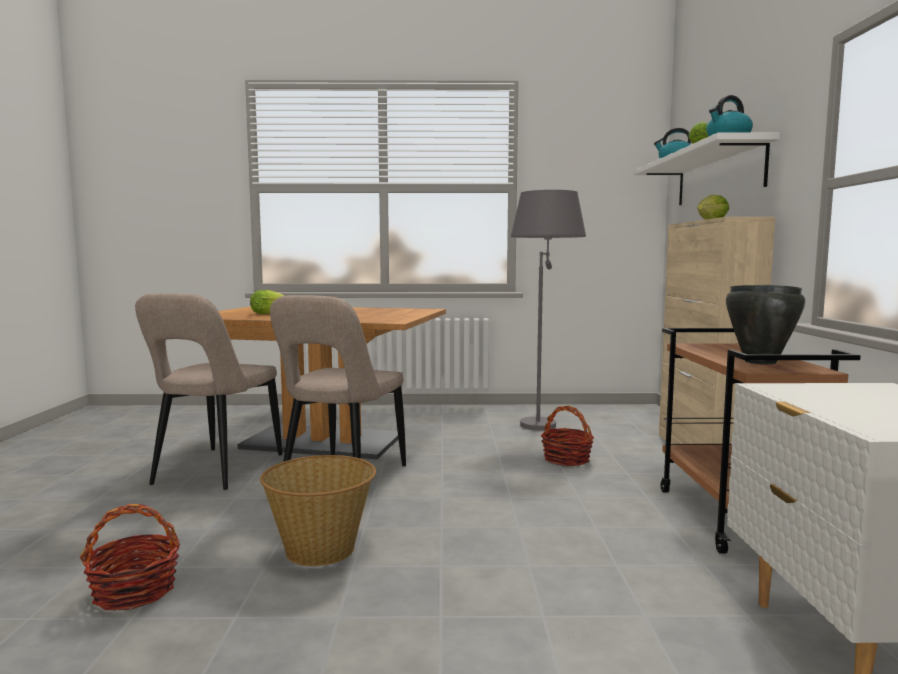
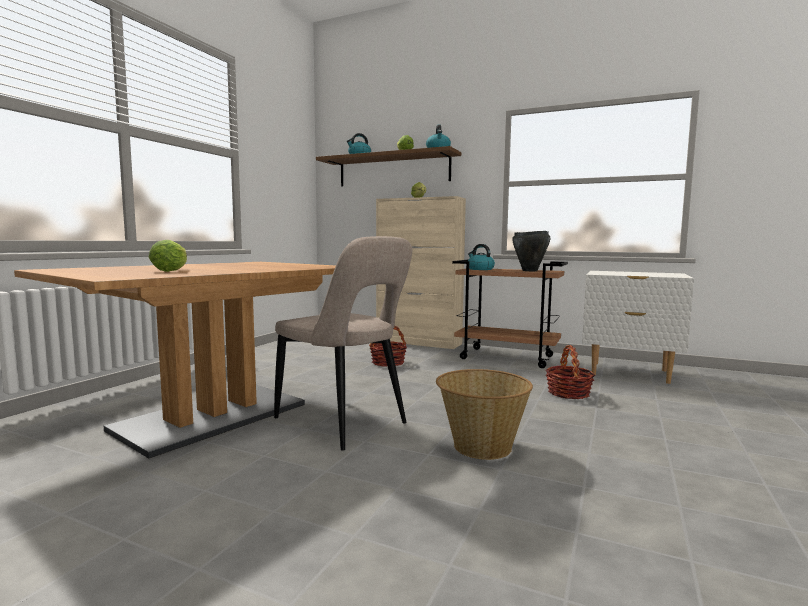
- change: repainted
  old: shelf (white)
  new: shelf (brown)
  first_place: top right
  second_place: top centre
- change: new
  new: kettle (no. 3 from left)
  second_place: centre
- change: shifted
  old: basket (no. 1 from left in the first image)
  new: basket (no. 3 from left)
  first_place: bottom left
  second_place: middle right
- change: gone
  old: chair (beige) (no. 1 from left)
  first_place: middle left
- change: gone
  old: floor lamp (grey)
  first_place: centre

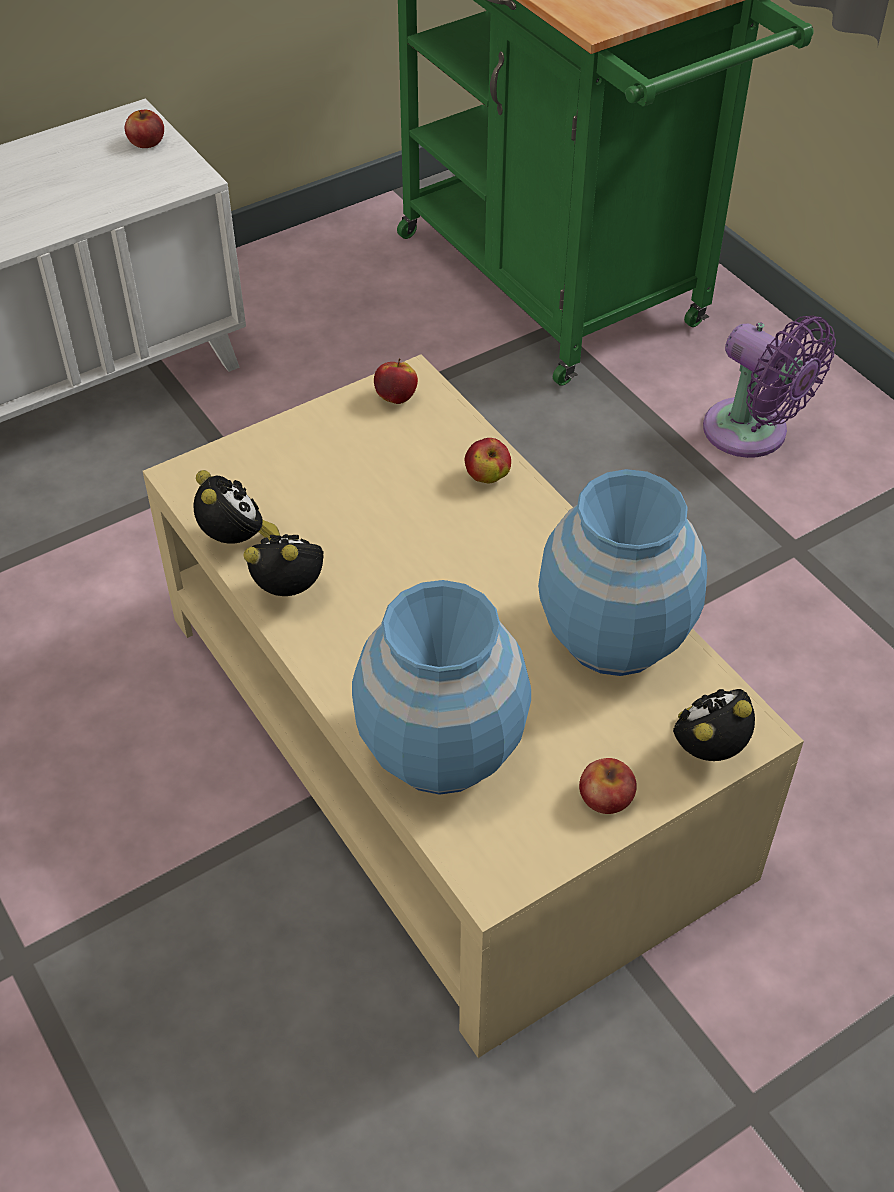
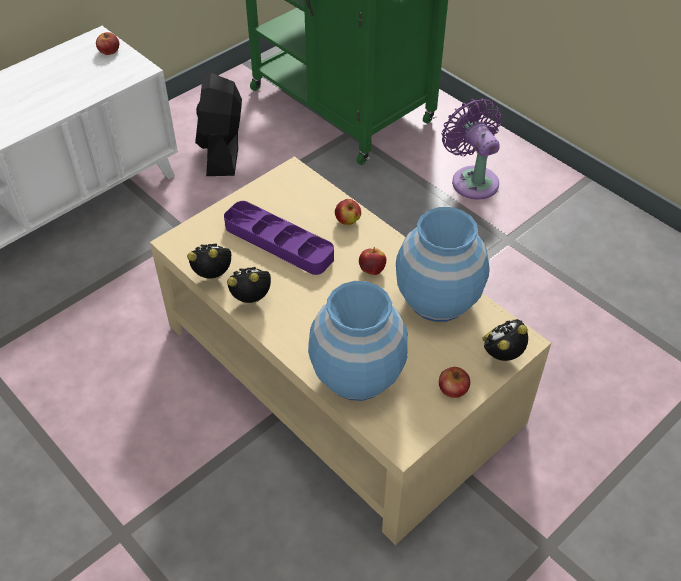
- change: rotated
  old: alarm clock (no. 1 from left)
  first_place: middle left
  second_place: middle left
  degrees: -60
- change: new
  new: fan (black)
  second_place: top left
- change: new
  new: tray (purple)
  second_place: centre
- change: shifted
  old: apple (no. 2 from left in the first image)
  new: apple (no. 3 from left)
  first_place: top centre
  second_place: centre
- change: rotated
  old: fan (purple)
  first_place: top right
  second_place: top right
  degrees: -150

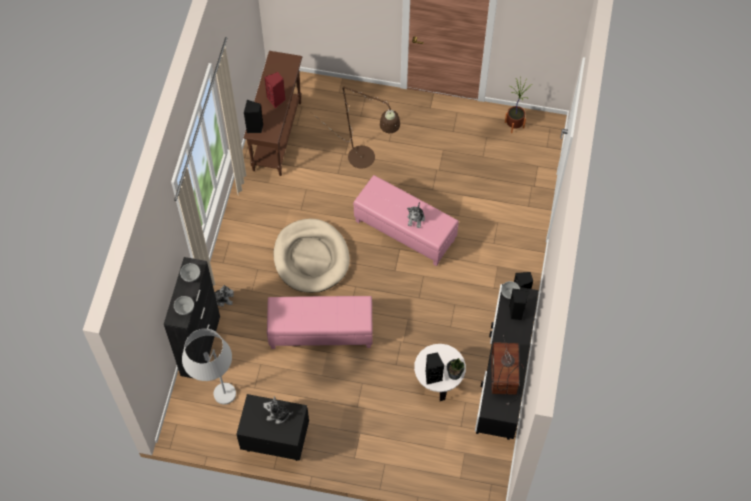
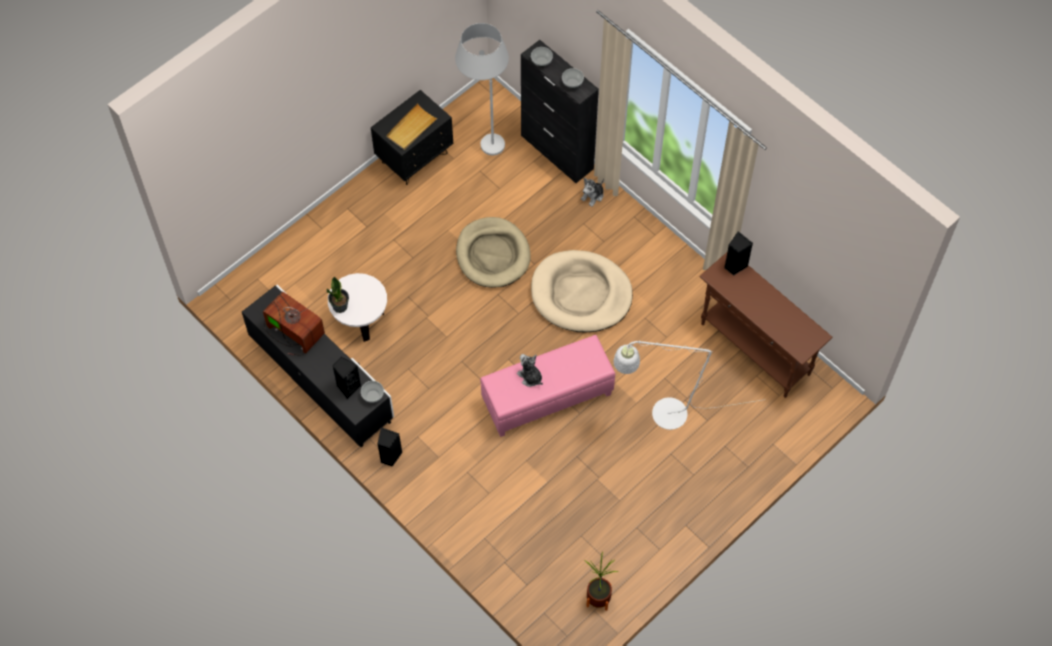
- change: swapped
  old: plush toy (no. 2 from left)
  new: tray (beige)
  first_place: bottom centre
  second_place: top centre
- change: swapped
  old: ottoman (pink) (no. 1 from left)
  new: dog bed (beige) (no. 1 from left)
  first_place: centre
  second_place: centre
- change: repainted
  old: floor lamp (brown)
  new: floor lamp (white) (no. 2 from left)
  first_place: top centre
  second_place: centre
- change: gone
  old: speaker (red)
  first_place: top centre
- change: gone
  old: speaker (black) (no. 2 from left)
  first_place: bottom centre

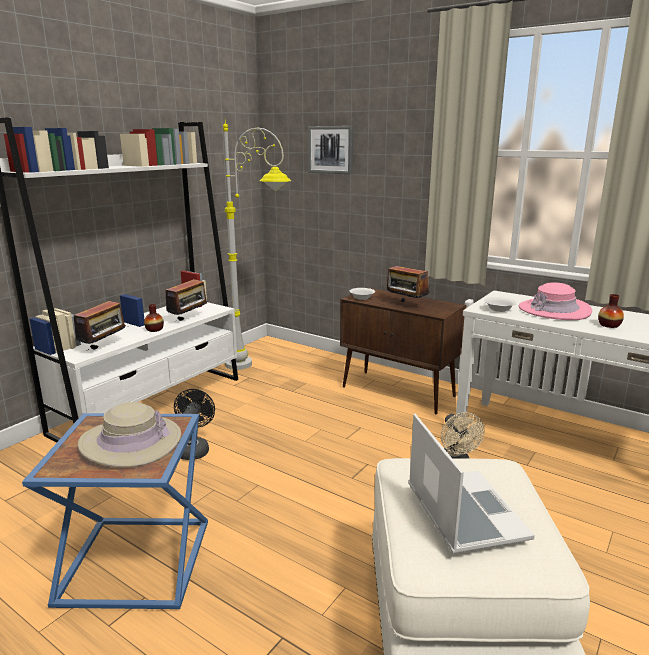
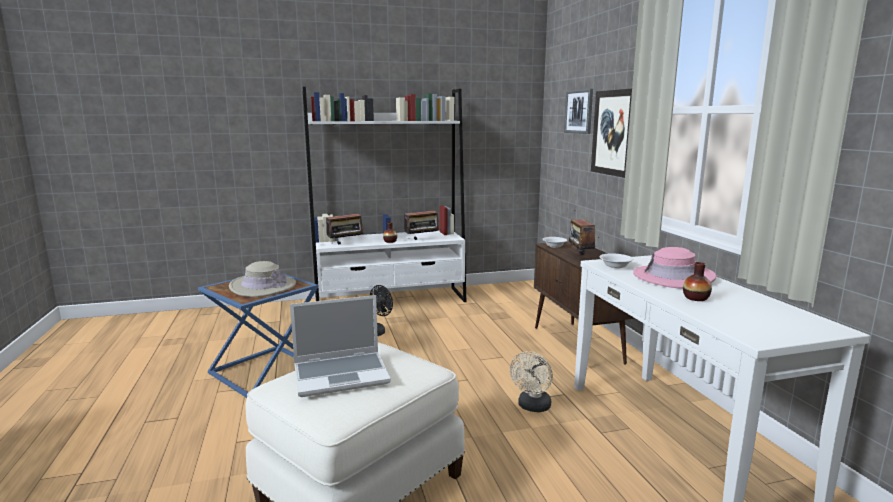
- change: rotated
  old: laptop
  first_place: bottom right
  second_place: bottom centre
  degrees: 45
- change: new
  new: picture (no. 2 from left)
  second_place: top right
- change: gone
  old: floor lamp (grey)
  first_place: centre

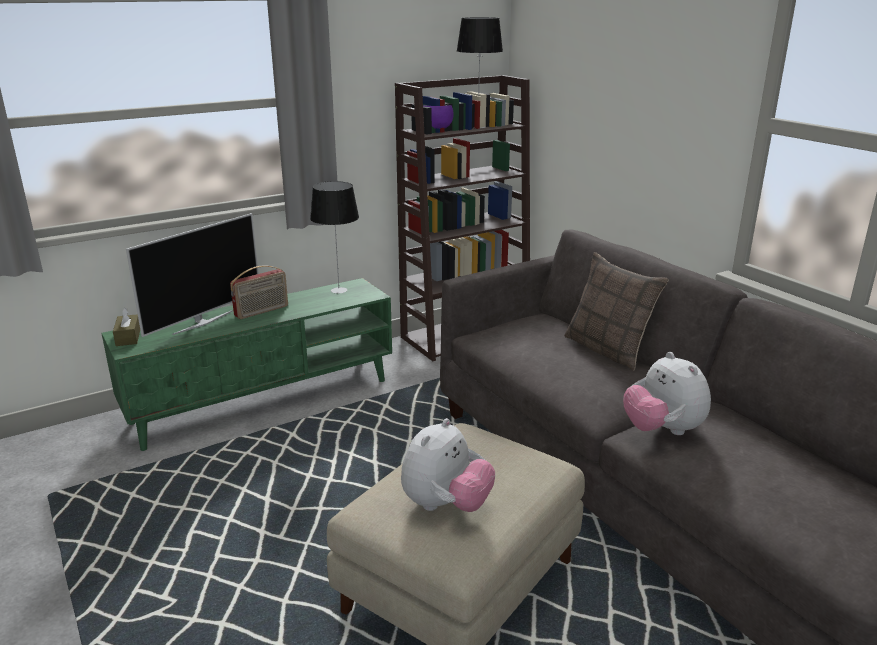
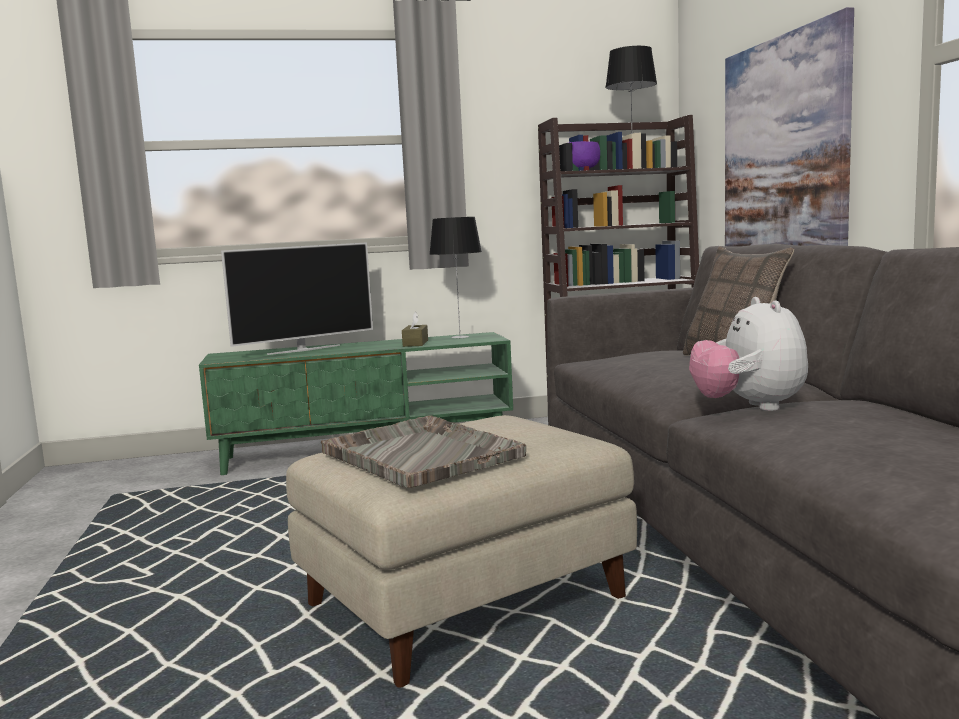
- change: swapped
  old: plush toy (no. 1 from left)
  new: tray (grey)
  first_place: bottom centre
  second_place: centre
- change: shifted
  old: tissue box (brown)
  first_place: middle left
  second_place: centre
- change: new
  new: picture
  second_place: top right
- change: gone
  old: radio
  first_place: middle left

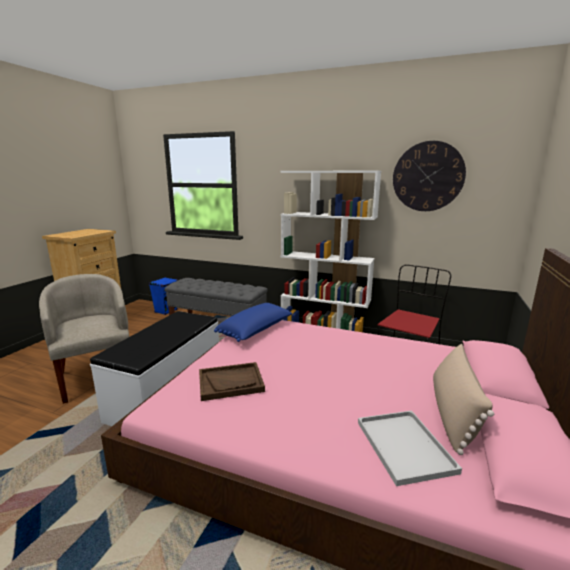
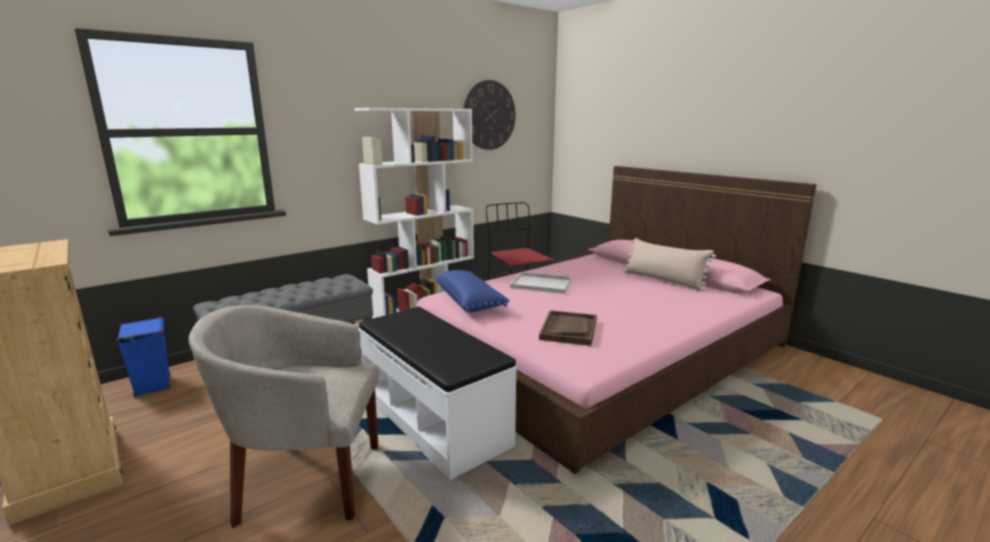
- change: shifted
  old: tray (white)
  first_place: bottom right
  second_place: centre

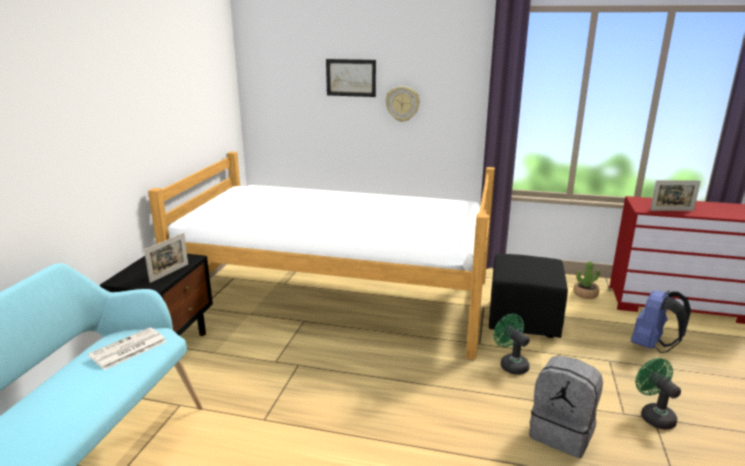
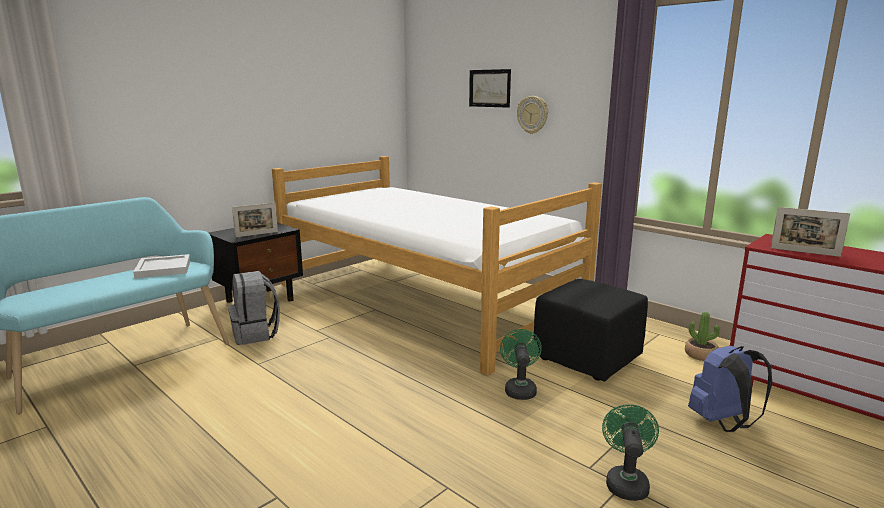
- change: swapped
  old: newspaper
  new: tray (white)
  first_place: bottom left
  second_place: middle left
- change: shifted
  old: backpack (grey)
  first_place: bottom right
  second_place: middle left

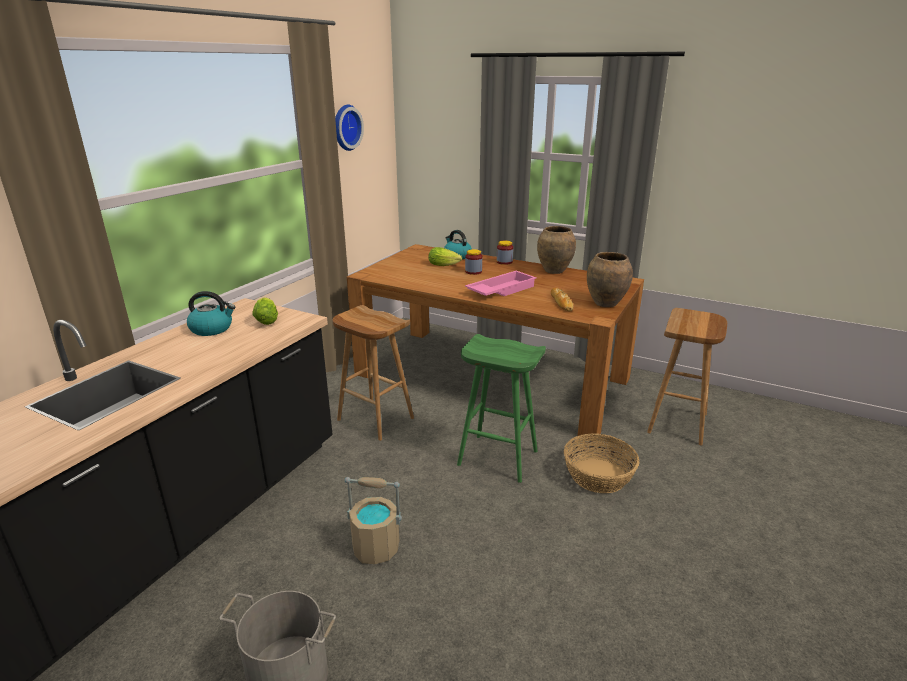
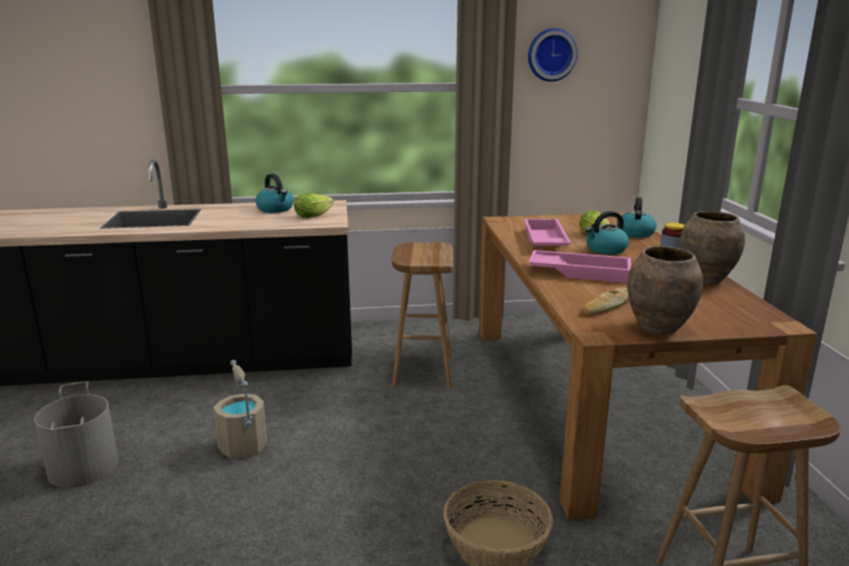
- change: new
  new: tray (pink) (no. 1 from left)
  second_place: centre
- change: swapped
  old: jar (no. 1 from left)
  new: kettle (no. 2 from left)
  first_place: centre
  second_place: middle right
- change: gone
  old: stool (green)
  first_place: centre

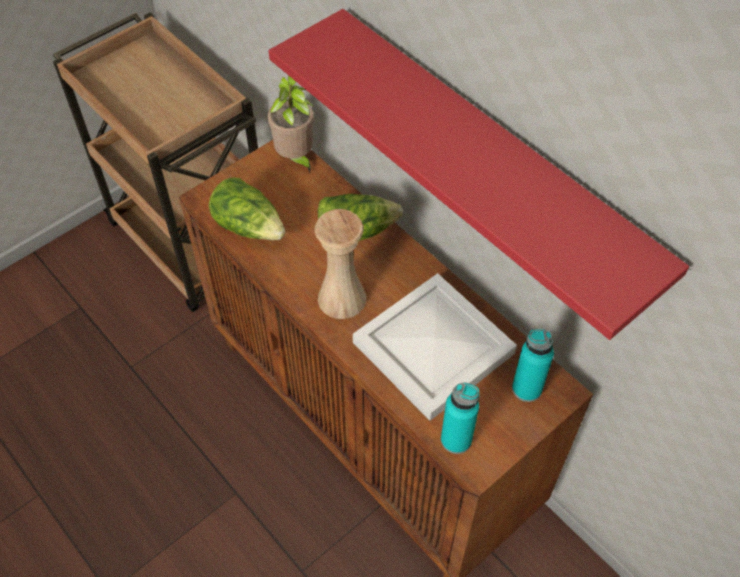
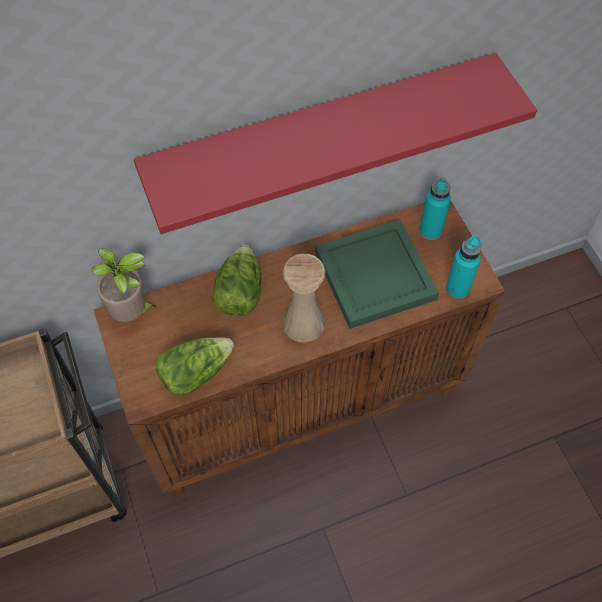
- change: repainted
  old: tray (white)
  new: tray (green)
  first_place: centre
  second_place: centre

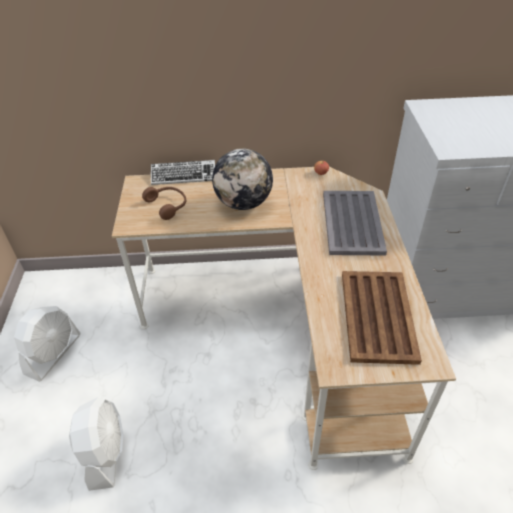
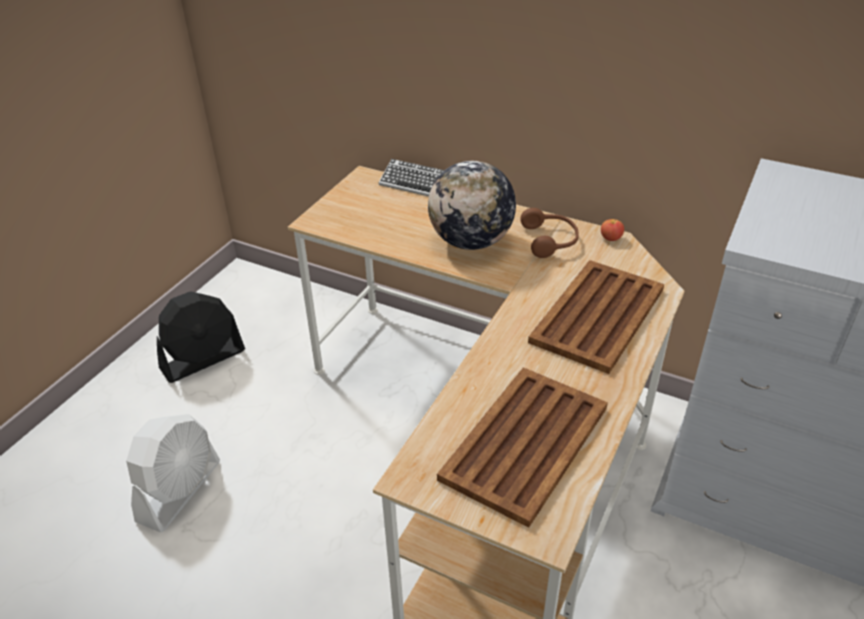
- change: repainted
  old: fan (white) (no. 1 from left)
  new: fan (black)
  first_place: bottom left
  second_place: middle left
- change: shifted
  old: headphones (brown)
  first_place: middle left
  second_place: centre
- change: repainted
  old: tray (grey)
  new: tray (brown) (no. 2 from left)
  first_place: middle right
  second_place: middle right

